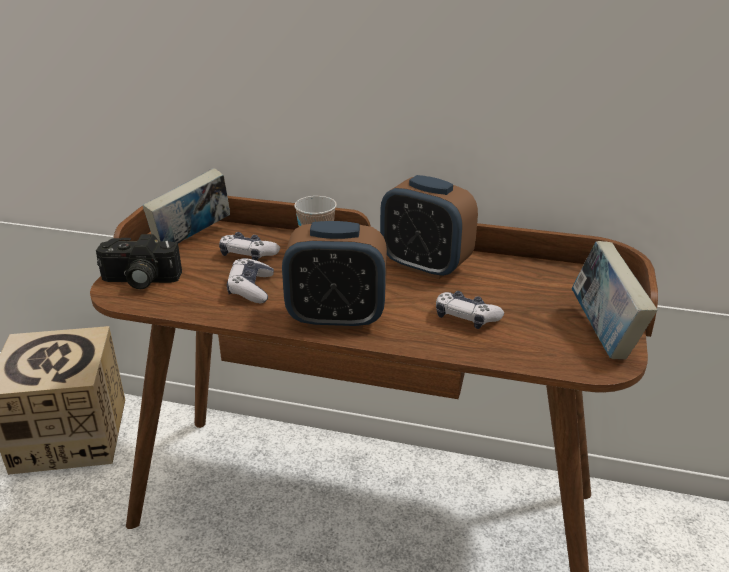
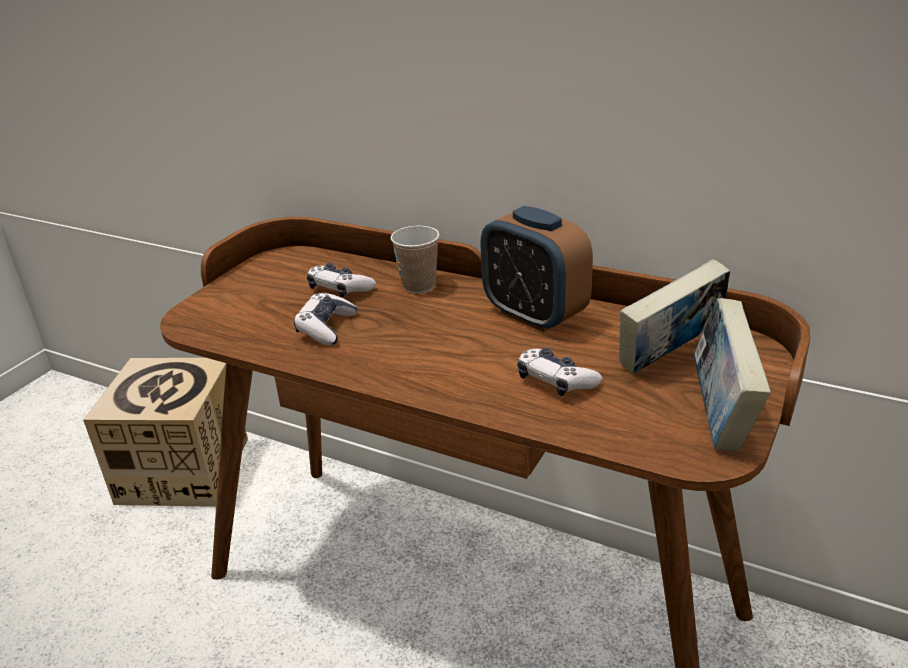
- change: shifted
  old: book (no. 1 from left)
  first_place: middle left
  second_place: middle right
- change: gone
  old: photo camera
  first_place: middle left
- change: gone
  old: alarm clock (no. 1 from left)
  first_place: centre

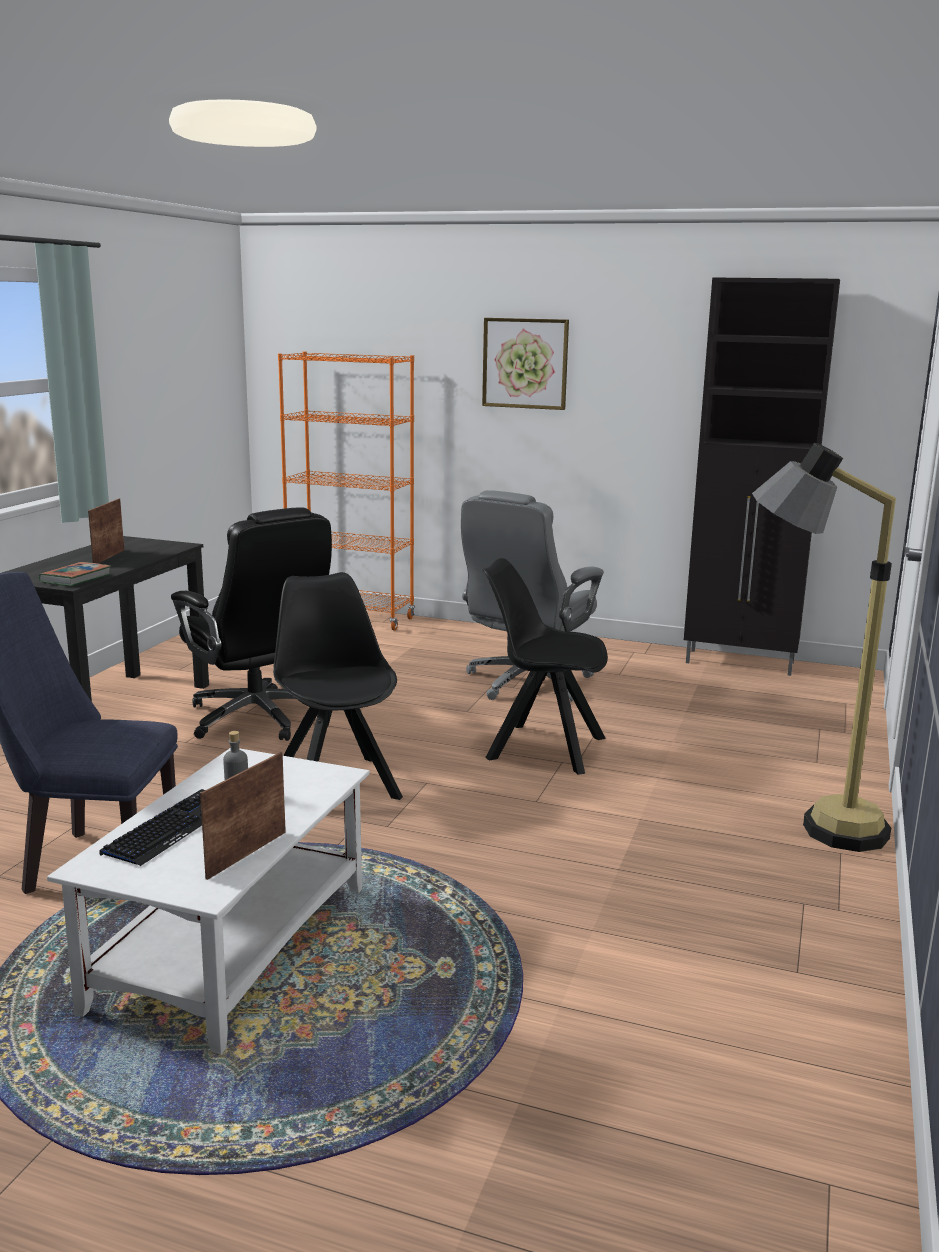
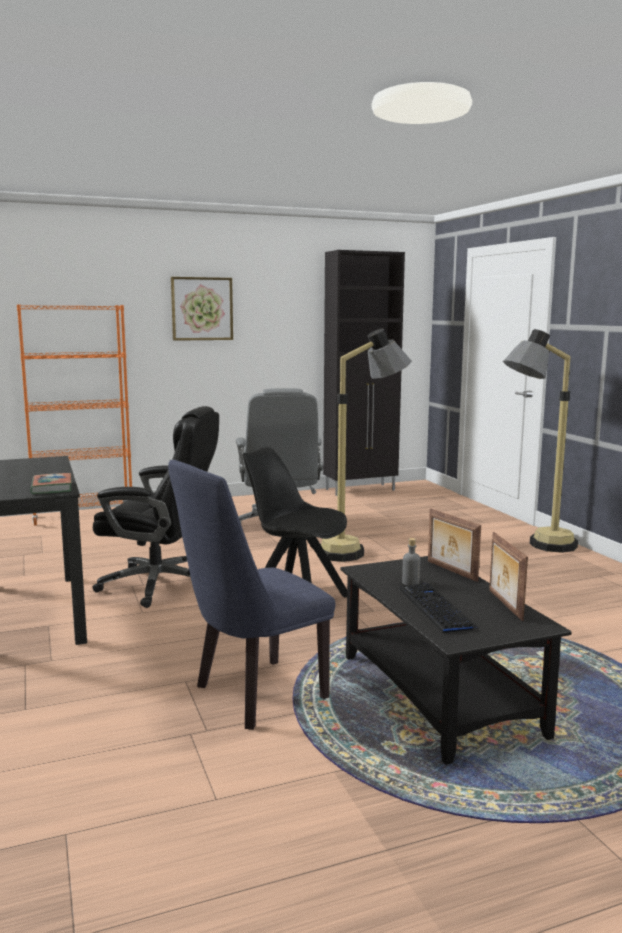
- change: swapped
  old: chair (black) (no. 2 from left)
  new: floor lamp (no. 1 from left)
  first_place: centre
  second_place: centre
- change: repainted
  old: coffee table (white)
  new: coffee table (black)
  first_place: bottom left
  second_place: bottom right
- change: shifted
  old: picture frame (no. 1 from left)
  first_place: middle left
  second_place: middle right

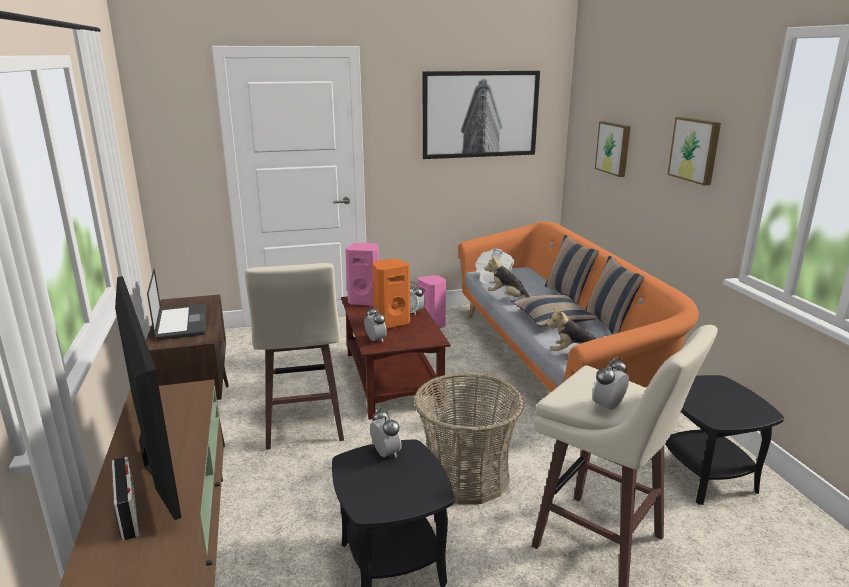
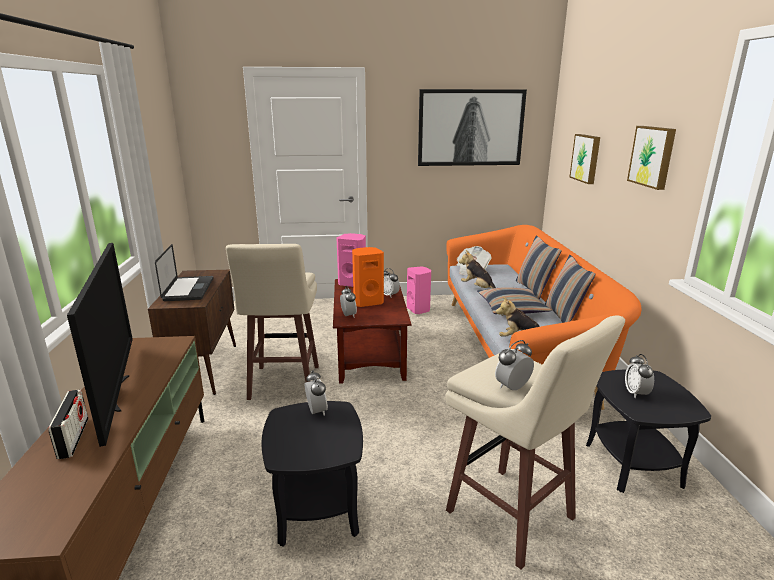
- change: new
  new: alarm clock (no. 5 from left)
  second_place: middle right
- change: gone
  old: basket
  first_place: bottom centre

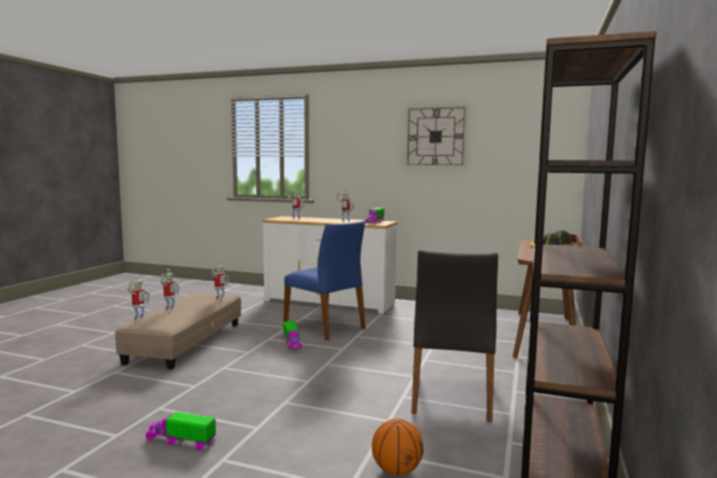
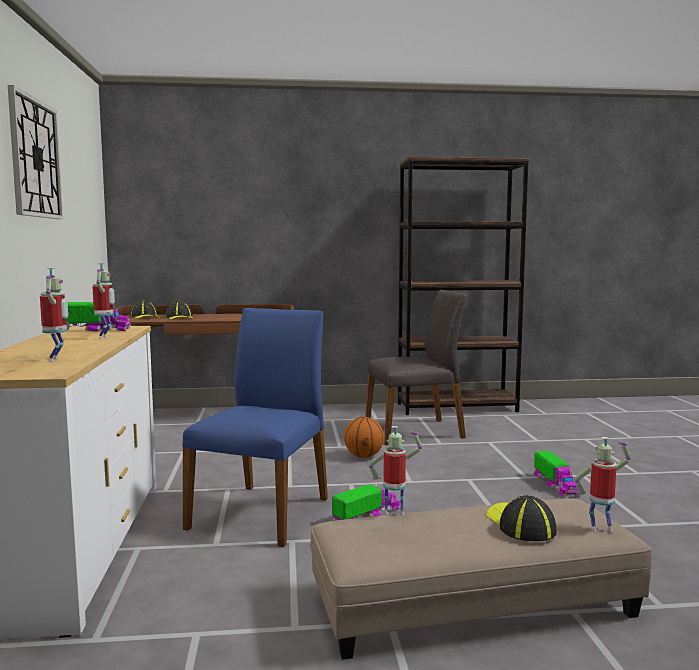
- change: shifted
  old: basketball
  first_place: bottom centre
  second_place: centre
- change: swapped
  old: toy robot (no. 2 from left)
  new: cap (no. 3 from left)
  first_place: middle left
  second_place: bottom right
- change: shifted
  old: toy truck (no. 1 from left in the first image)
  new: toy truck (no. 3 from left)
  first_place: bottom left
  second_place: bottom right

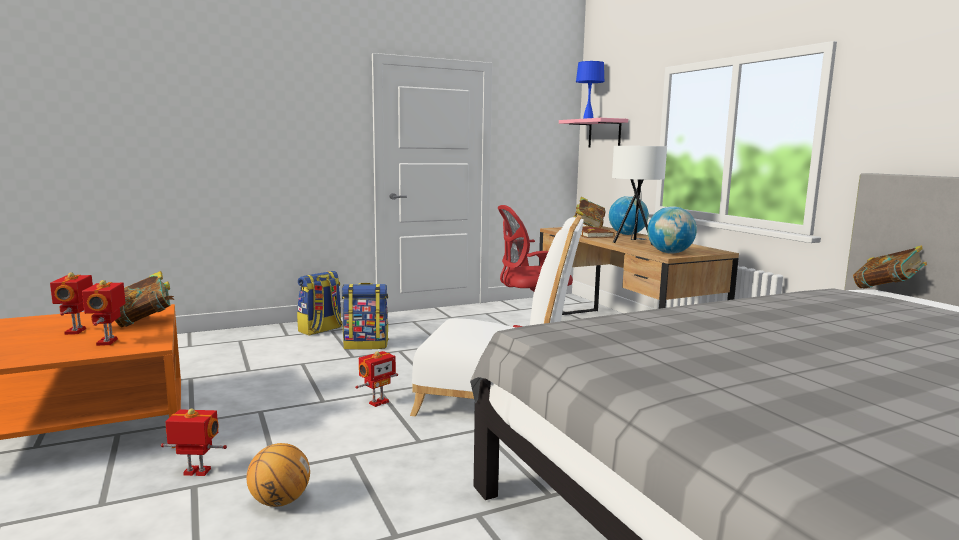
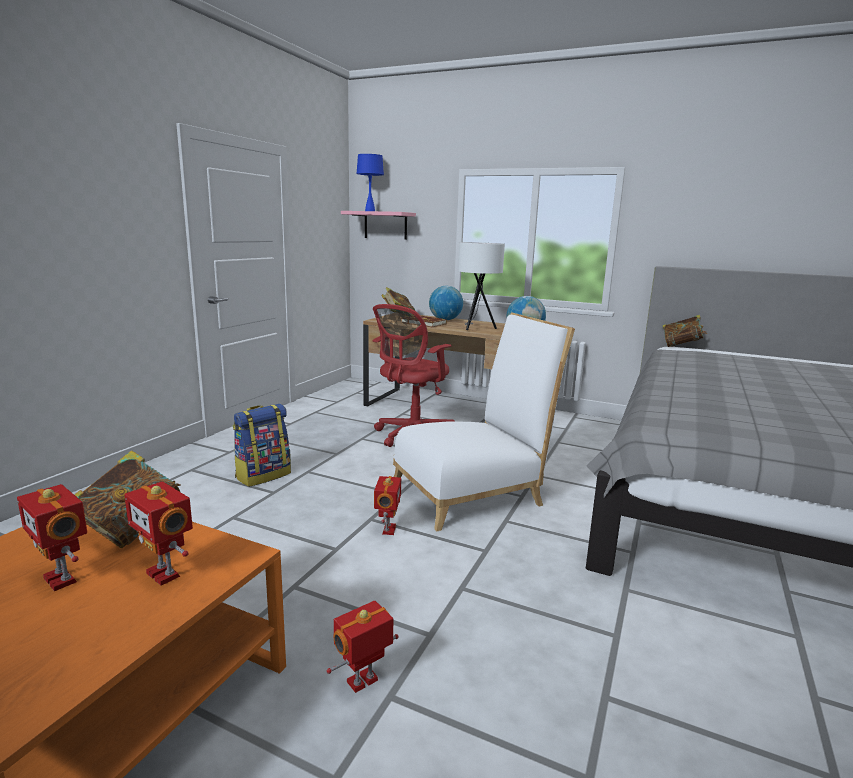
- change: gone
  old: basketball
  first_place: bottom left
- change: gone
  old: backpack (no. 1 from left)
  first_place: middle left

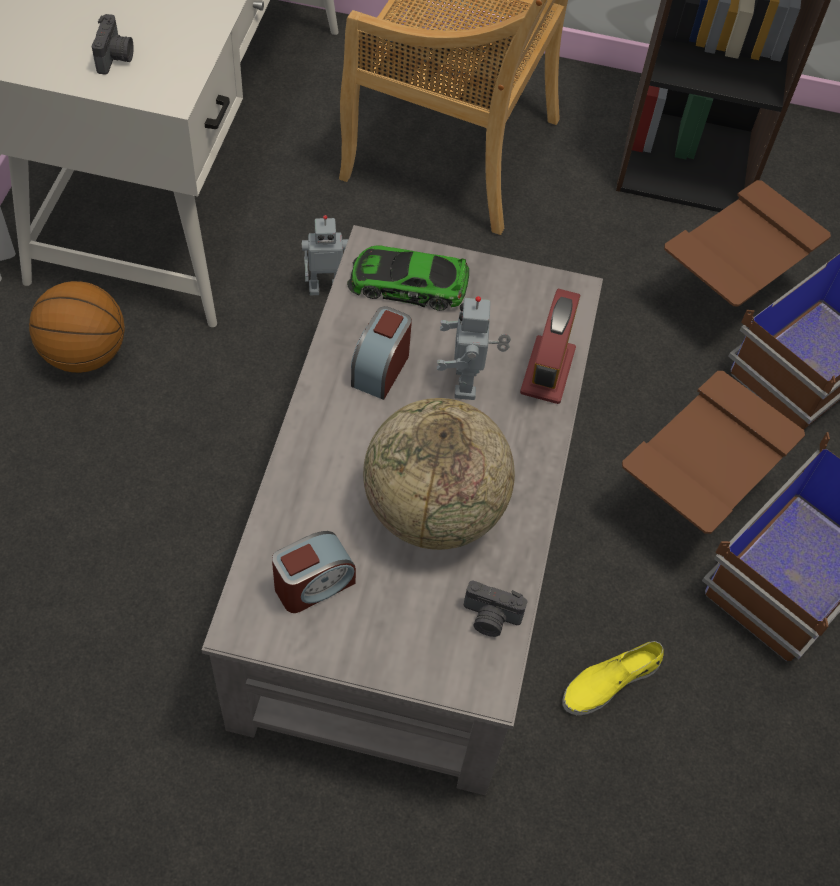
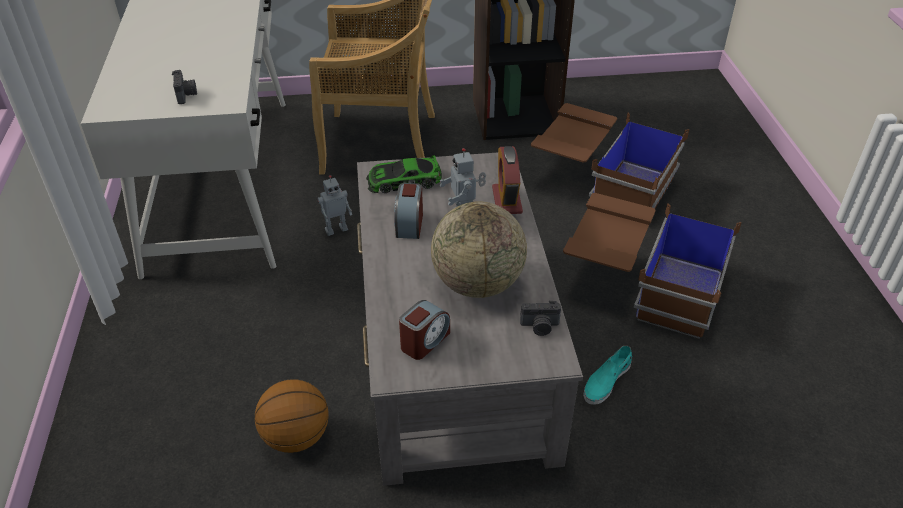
- change: shifted
  old: basketball
  first_place: middle left
  second_place: bottom left
- change: repainted
  old: shoe (yellow)
  new: shoe (turquoise)
  first_place: bottom right
  second_place: bottom right

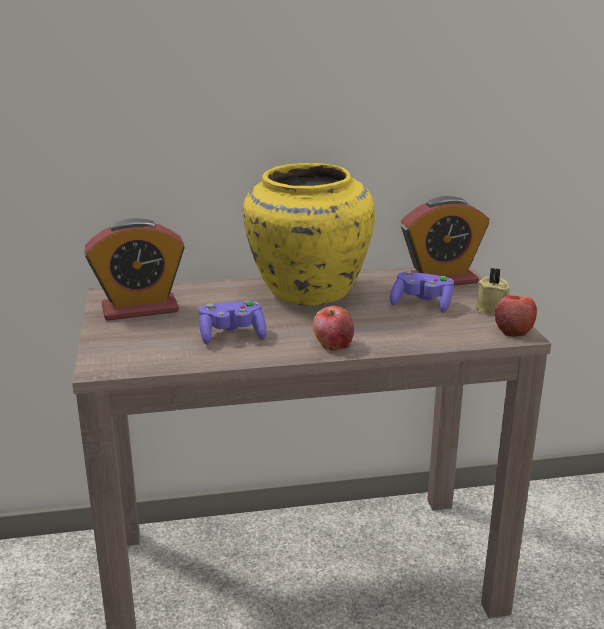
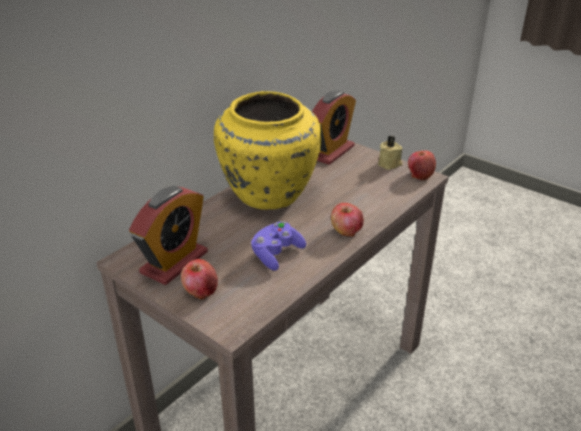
- change: new
  new: apple (no. 1 from left)
  second_place: centre
- change: gone
  old: game controller (purple) (no. 2 from left)
  first_place: middle right

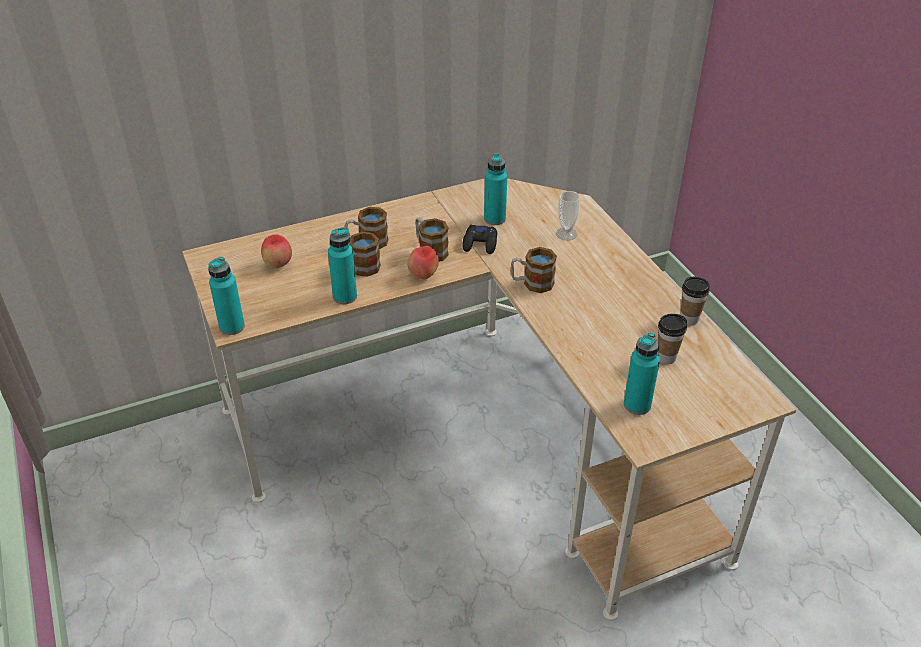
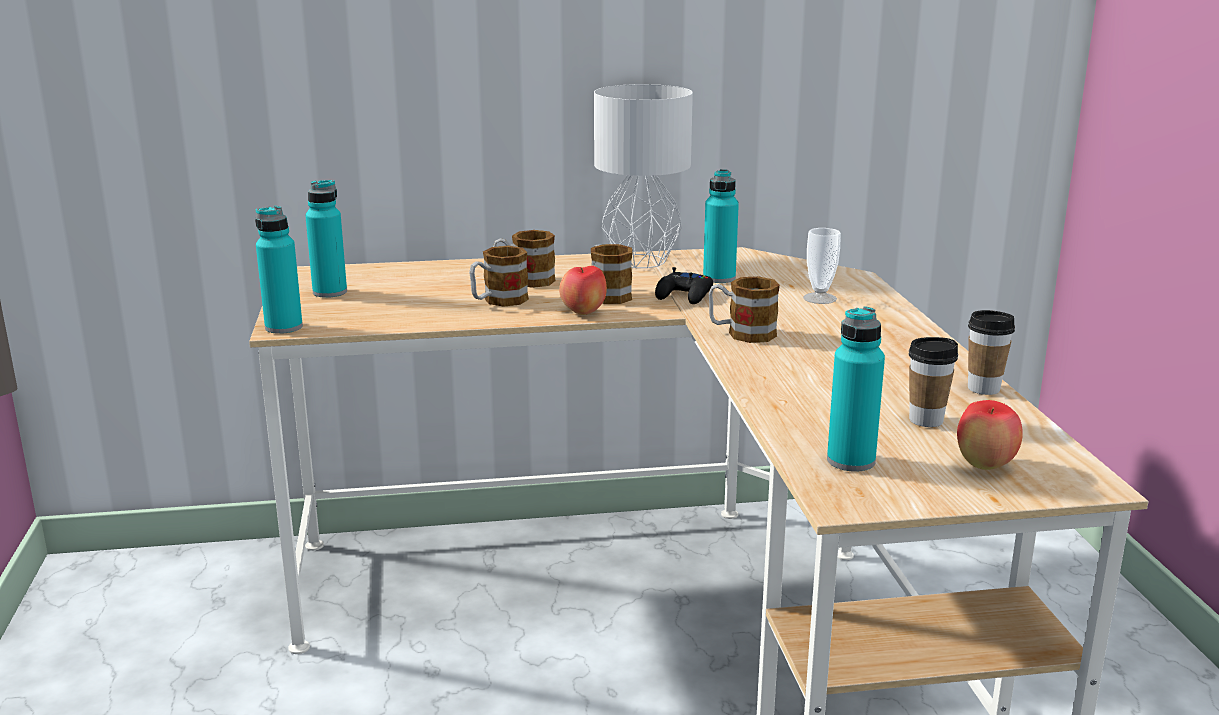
- change: shifted
  old: bottle (turquoise) (no. 2 from left)
  first_place: centre
  second_place: middle left
- change: new
  new: table lamp (grey)
  second_place: top centre
- change: shifted
  old: apple (no. 1 from left in the first image)
  new: apple (no. 2 from left)
  first_place: middle left
  second_place: middle right

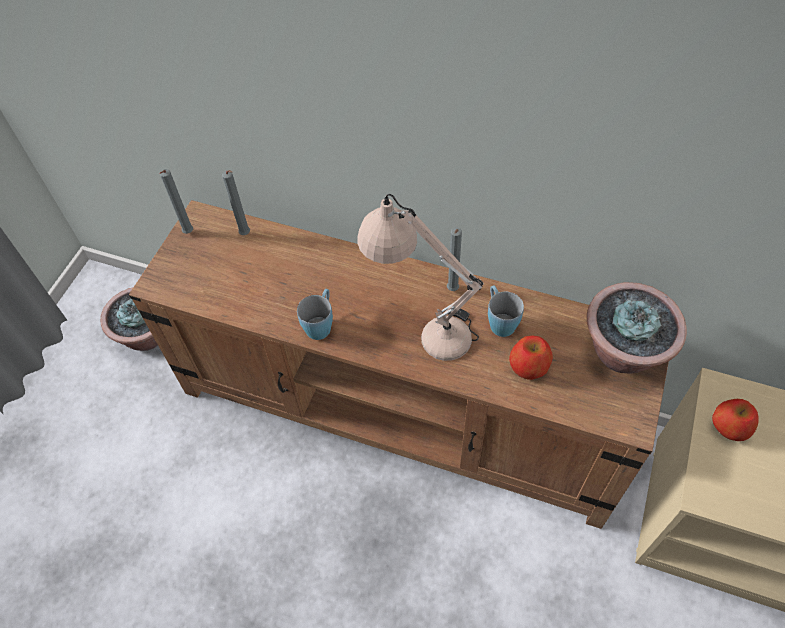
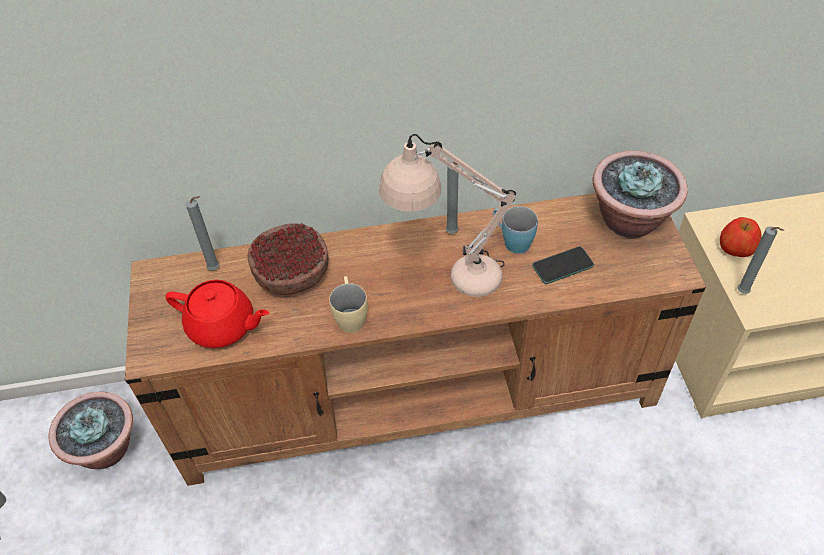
- change: new
  new: teapot (red)
  second_place: middle left
- change: new
  new: bowl
  second_place: centre
- change: repainted
  old: mug (blue) (no. 1 from left)
  new: mug (beige)
  first_place: centre
  second_place: centre
- change: swapped
  old: apple (no. 1 from left)
  new: phone
  first_place: middle right
  second_place: middle right
- change: shifted
  old: candle (grey) (no. 1 from left in the first image)
  new: candle (grey) (no. 3 from left)
  first_place: top left
  second_place: middle right

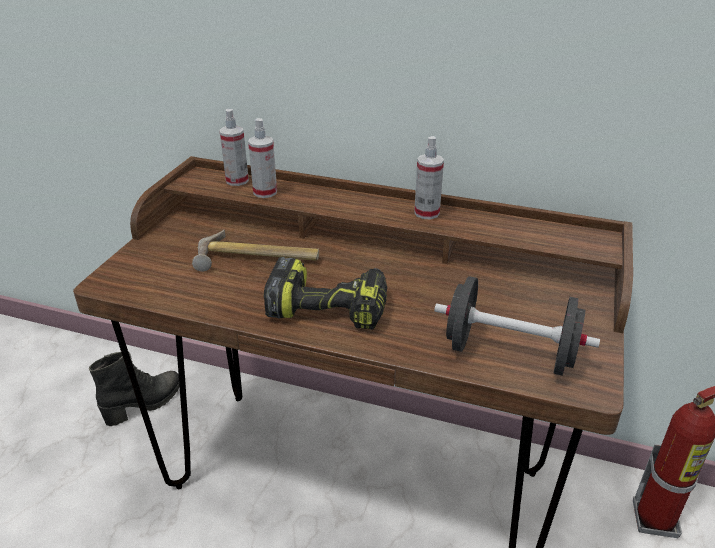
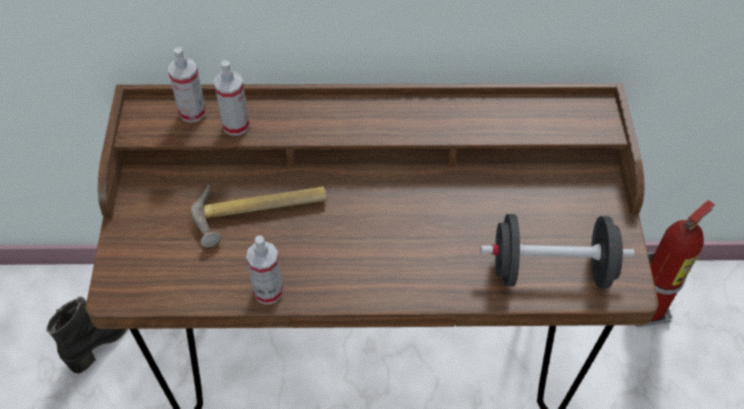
- change: shifted
  old: spray bottle (no. 3 from left)
  first_place: top centre
  second_place: centre
- change: gone
  old: power drill
  first_place: centre

